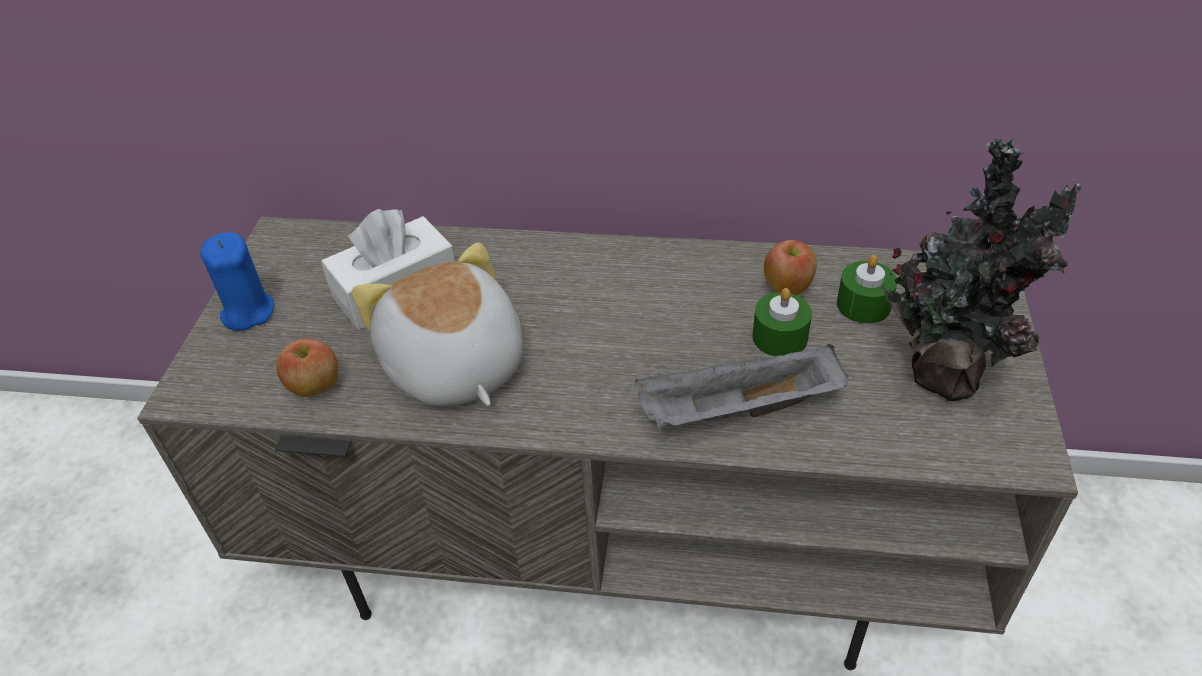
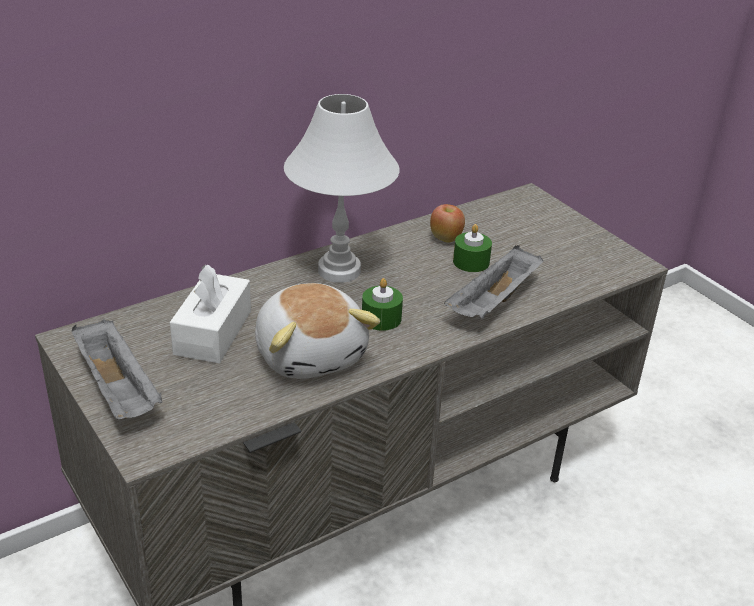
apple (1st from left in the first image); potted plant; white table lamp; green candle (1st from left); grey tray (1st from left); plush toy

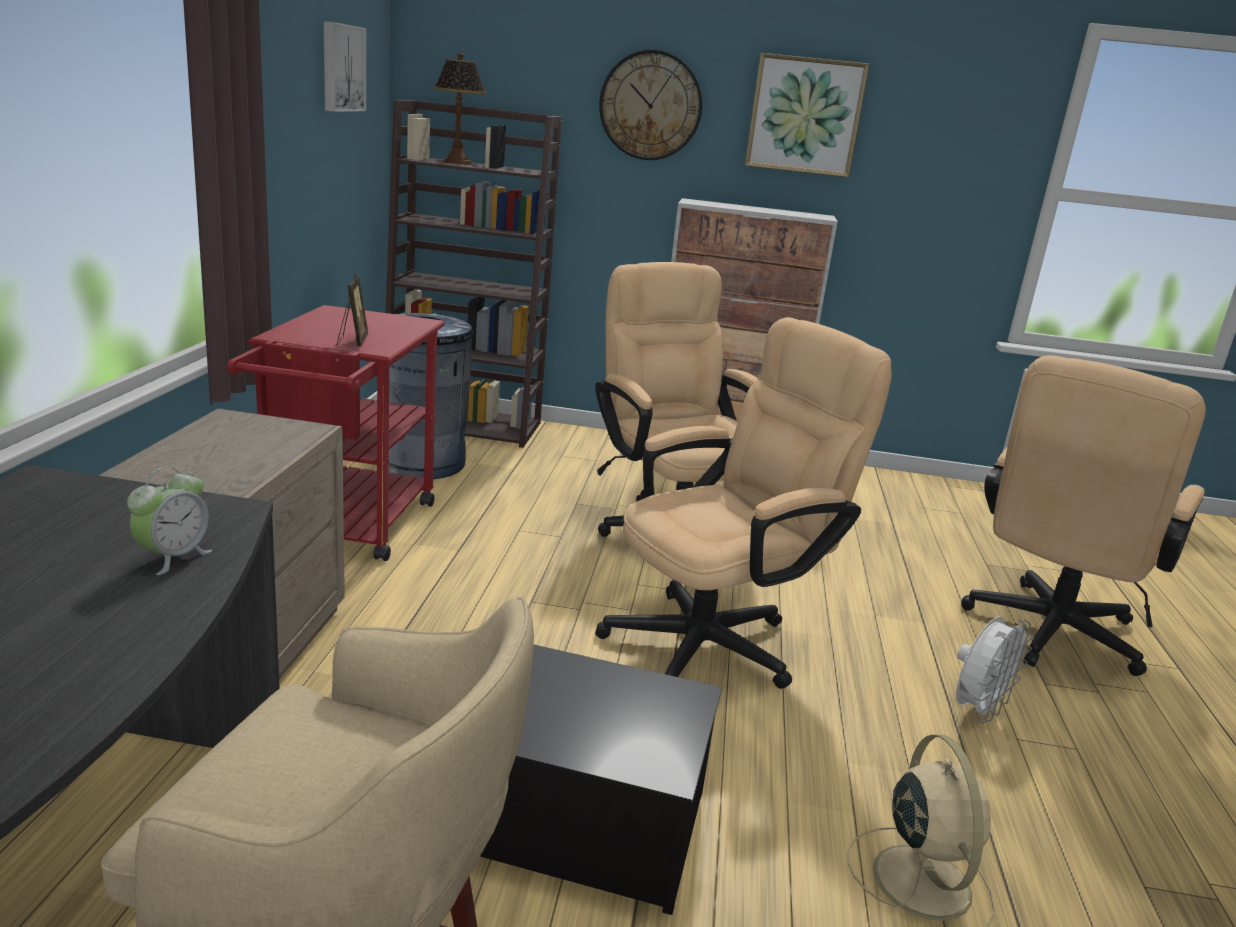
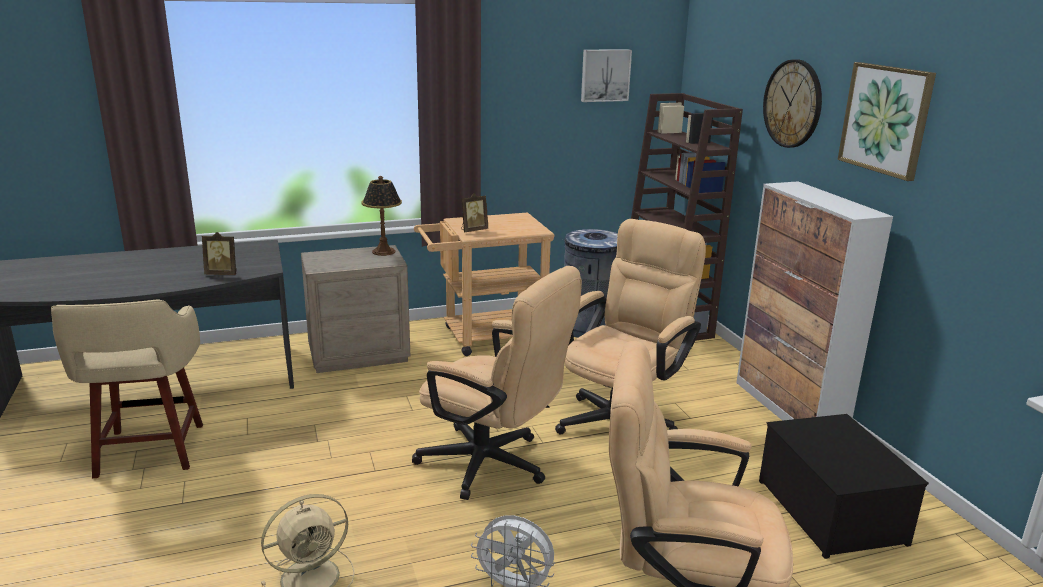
table lamp; storage box; picture frame (1st from left); beige cart

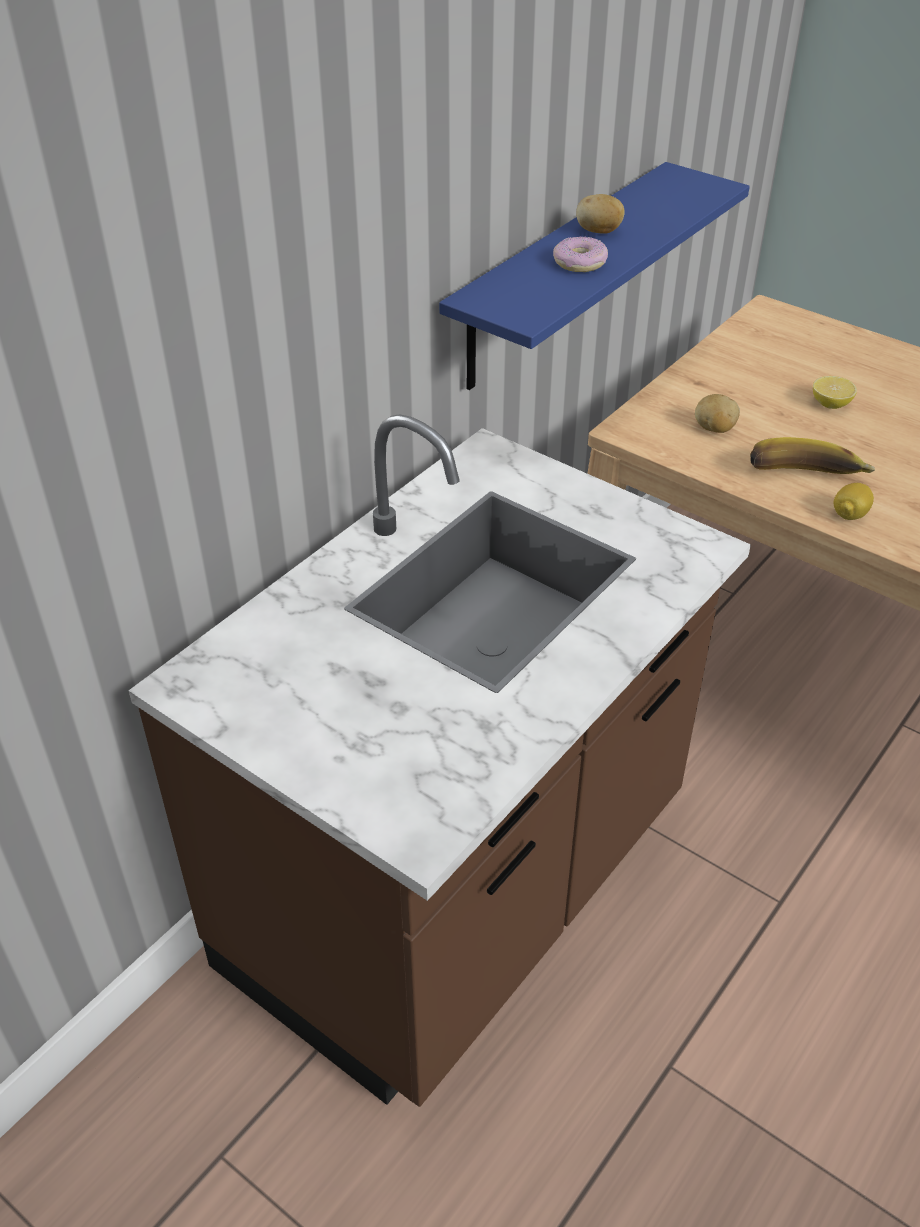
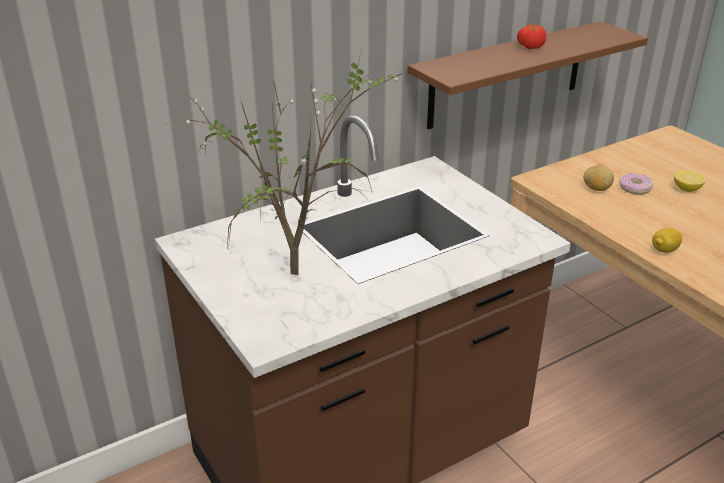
banana; potted plant; donut; tomato; brown shelf

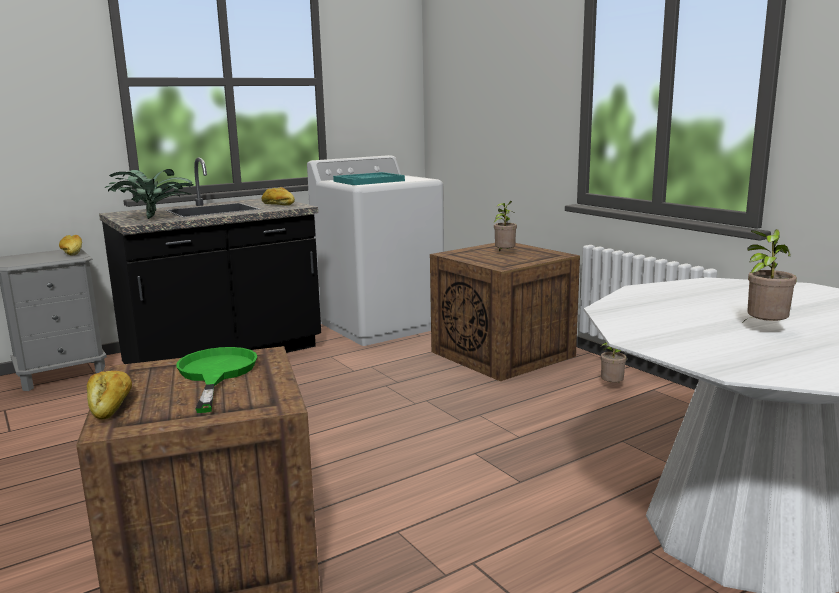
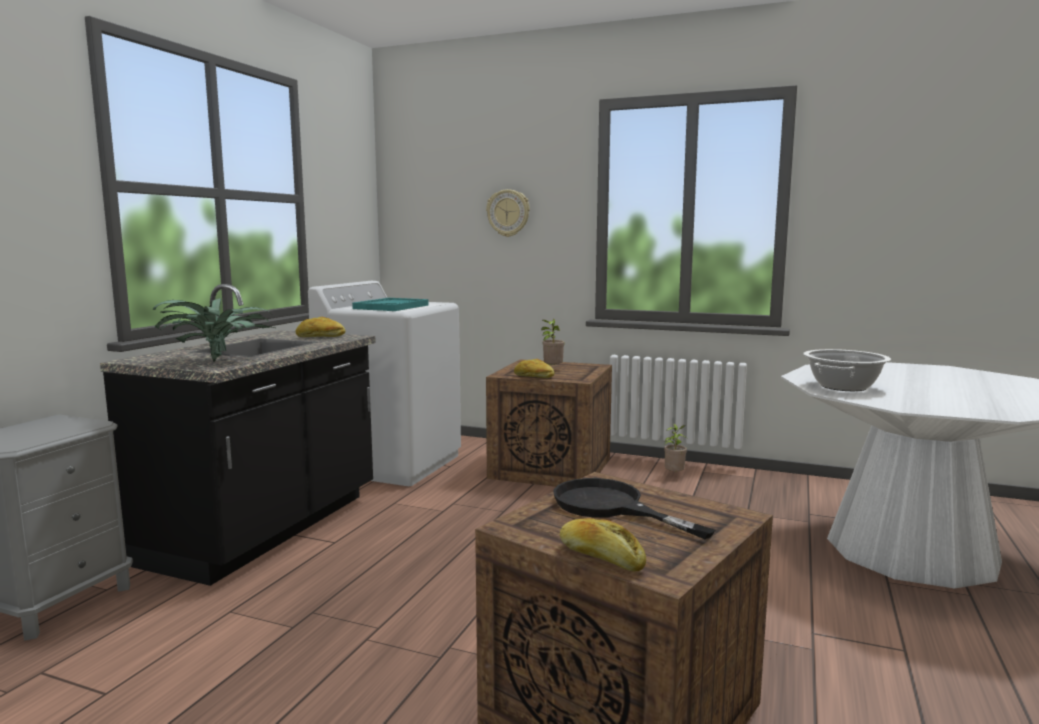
potted plant (4th from left in the first image); wall clock; cooking pot; bread (2nd from left); black frying pan

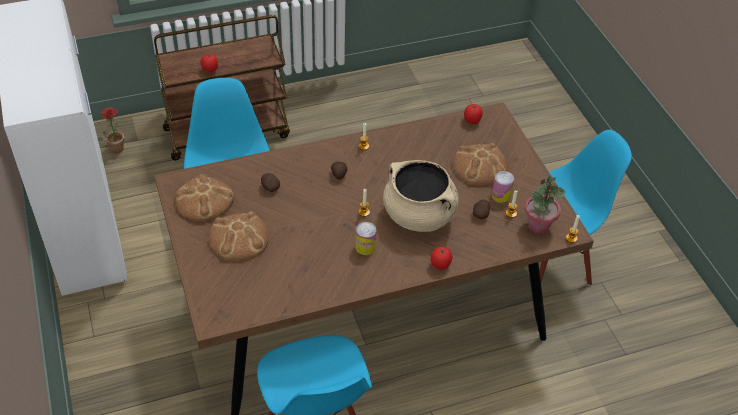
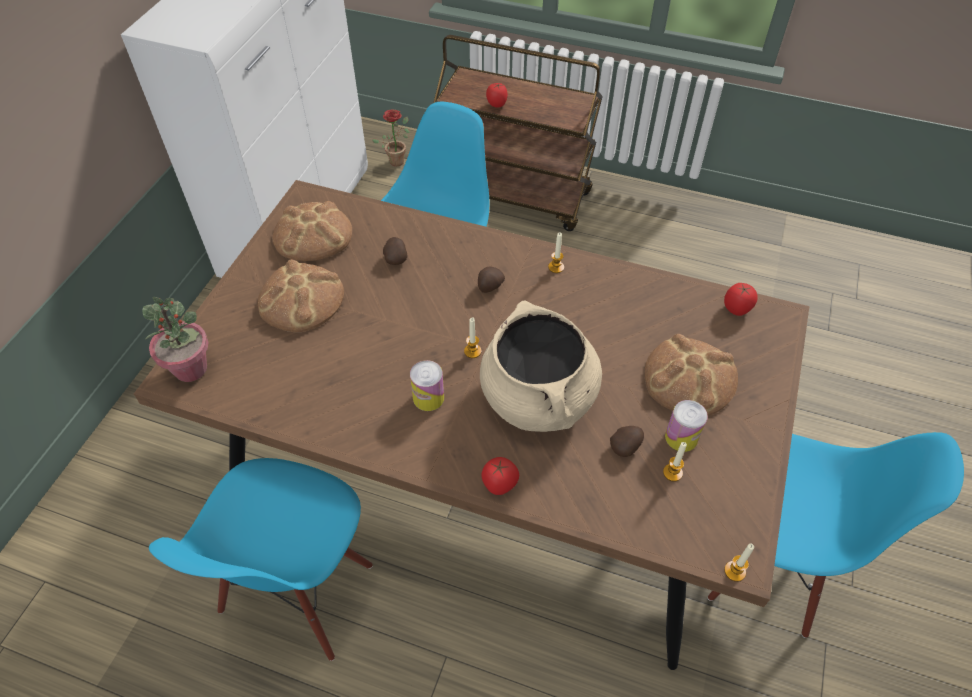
potted plant (1st from left)

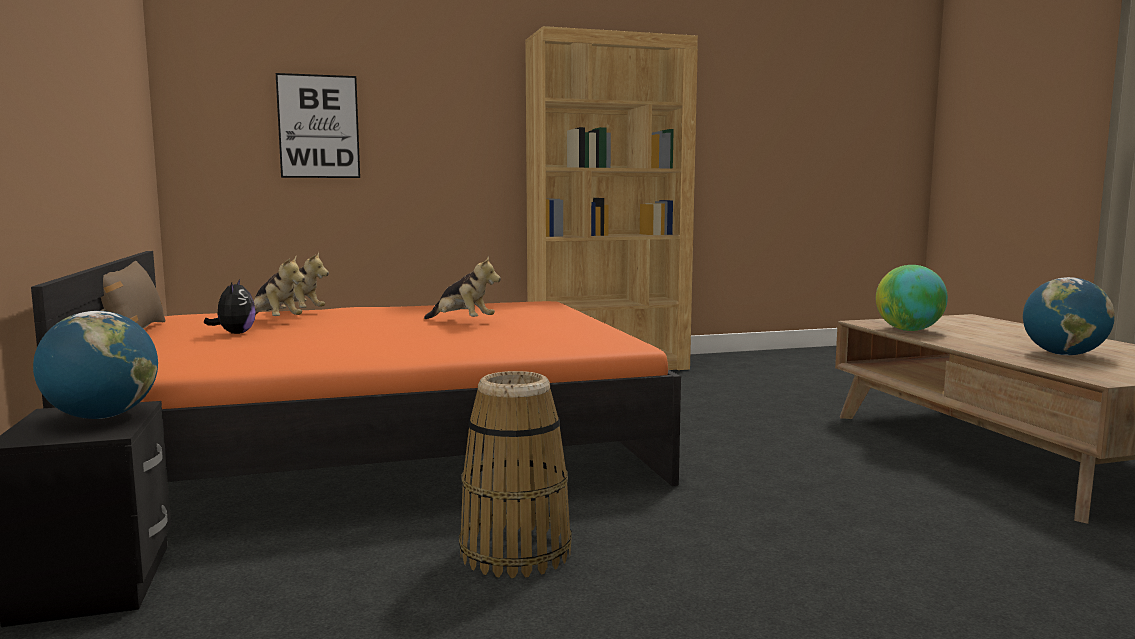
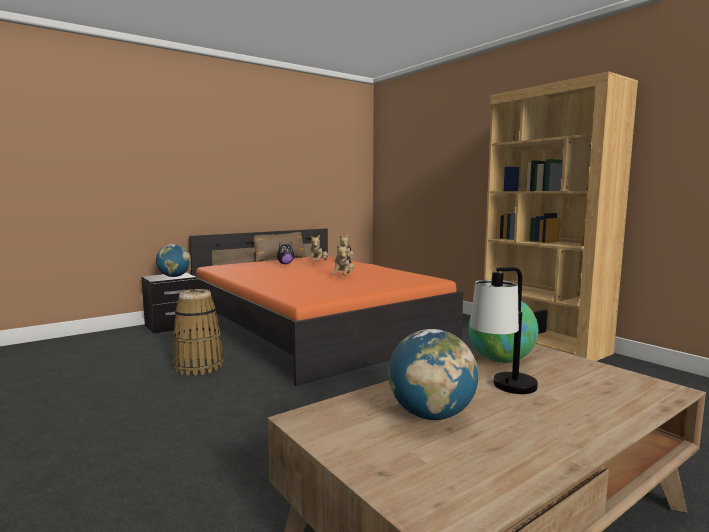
picture; table lamp

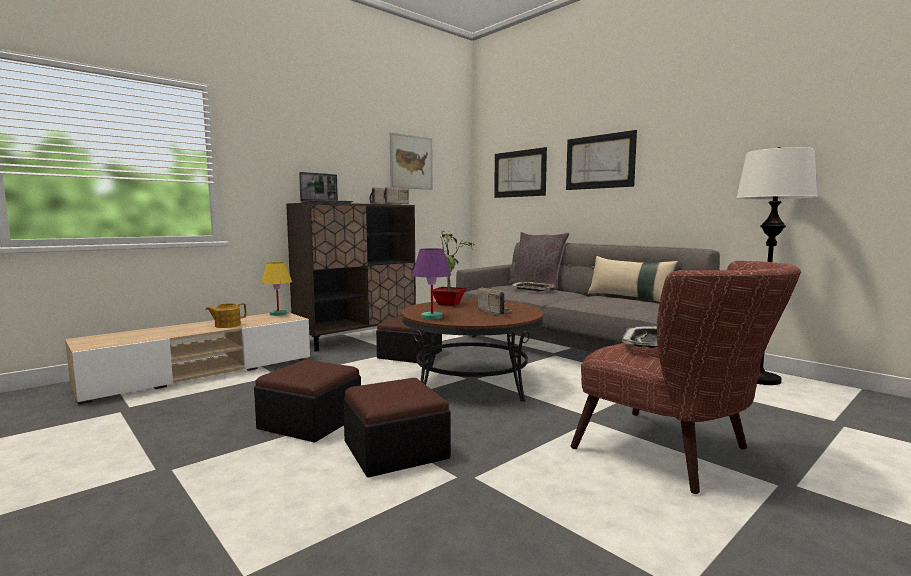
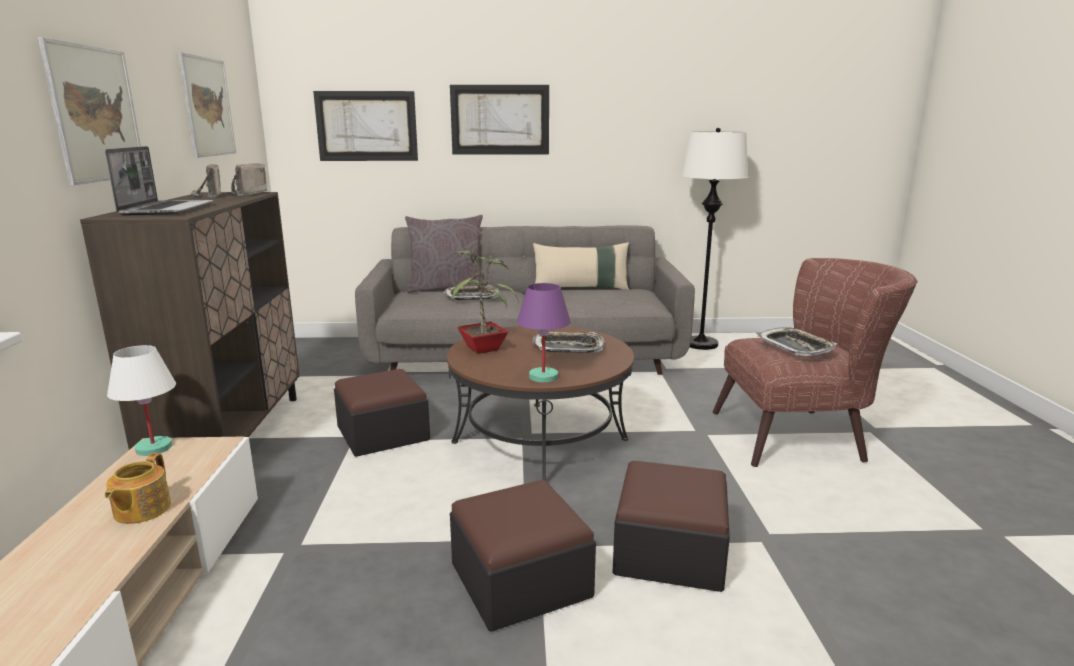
picture (1st from left); tray (2nd from left); white table lamp

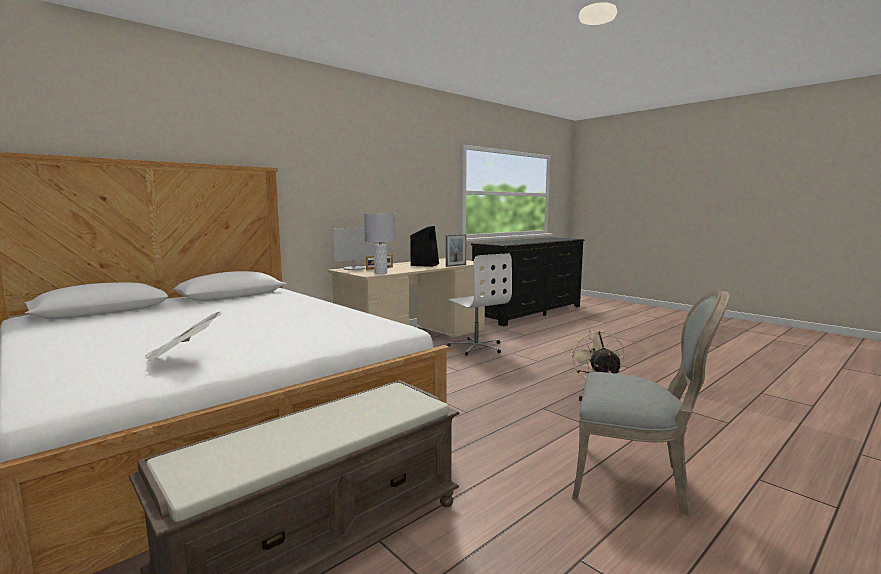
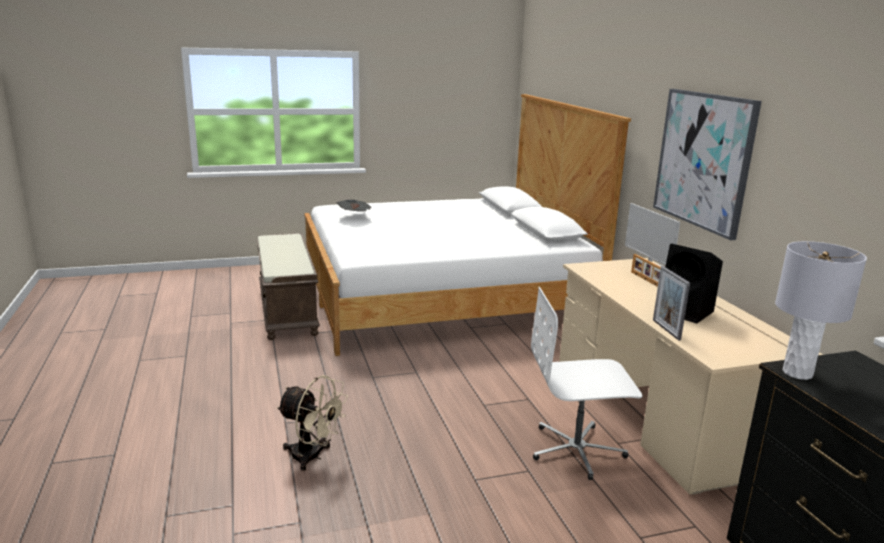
grey chair; picture; grey table lamp

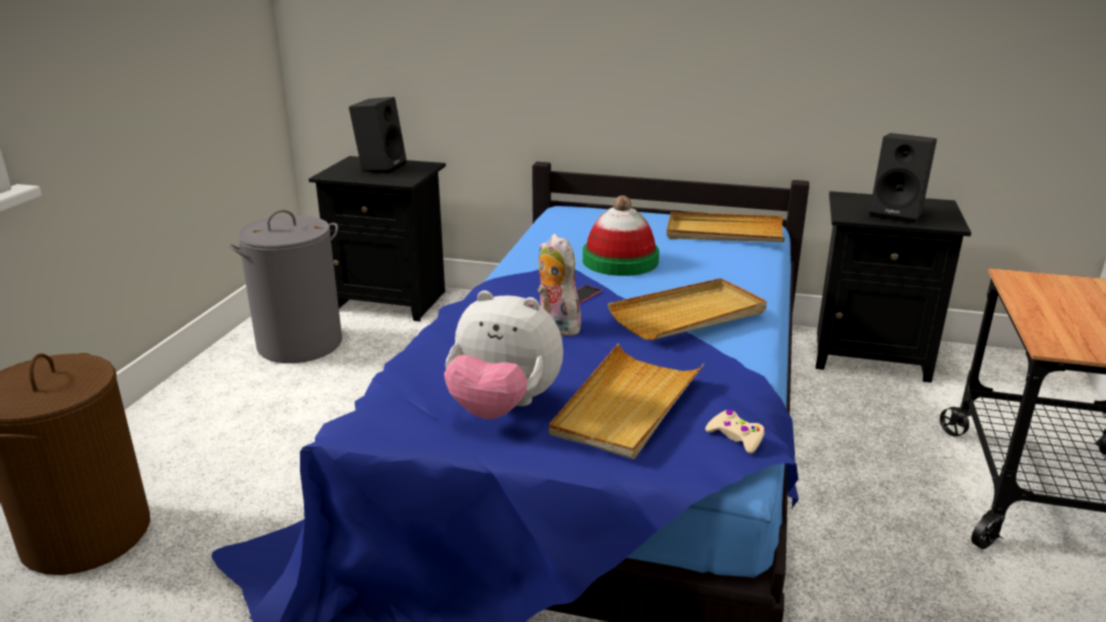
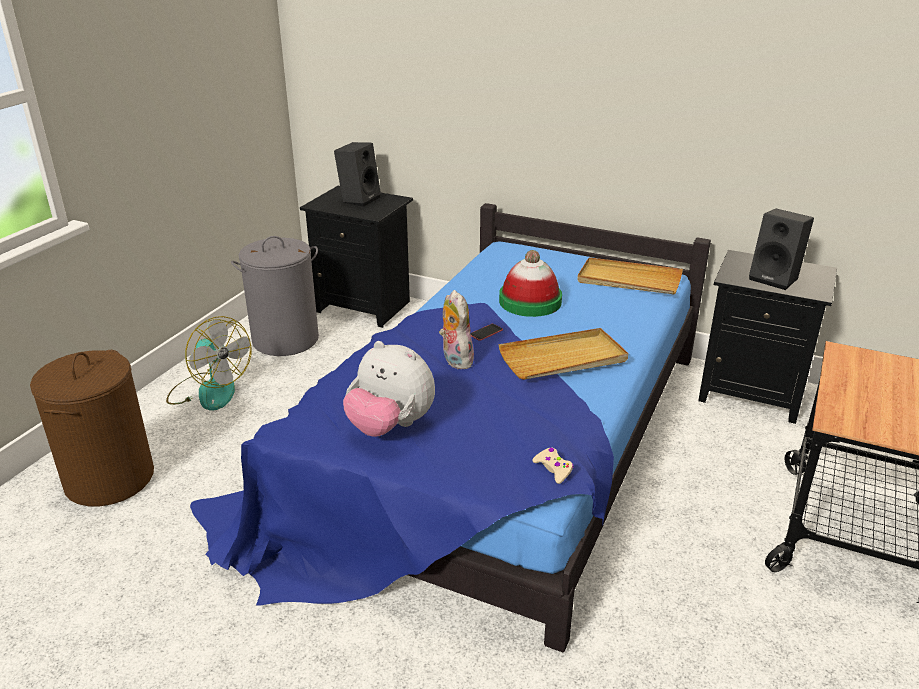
beige tray (1st from left in the first image); fan

